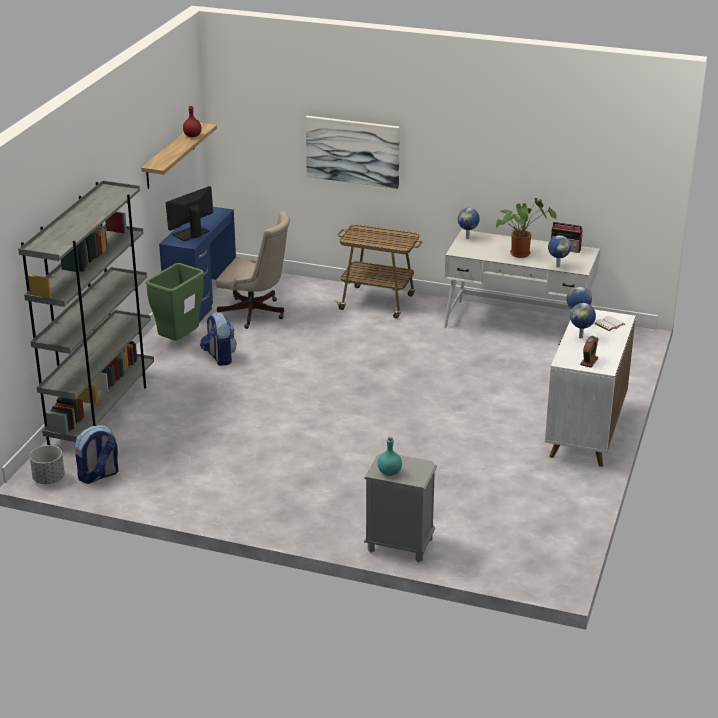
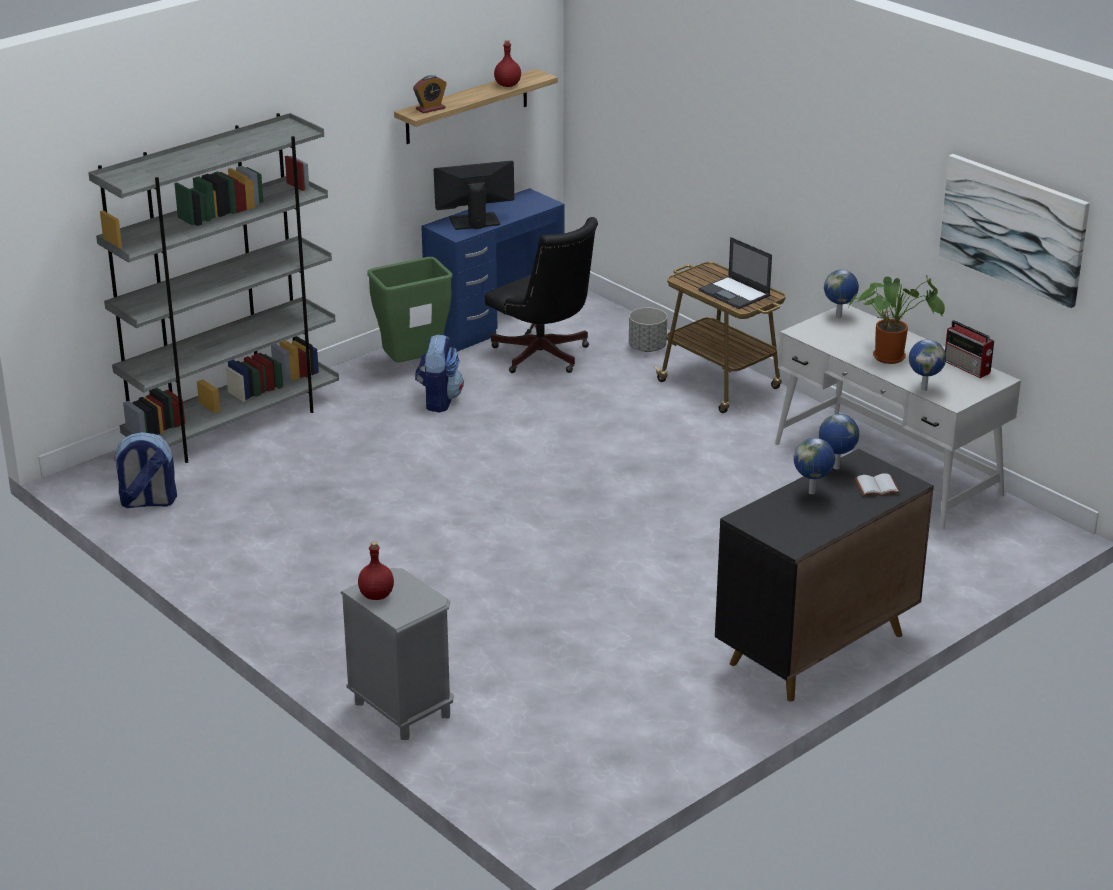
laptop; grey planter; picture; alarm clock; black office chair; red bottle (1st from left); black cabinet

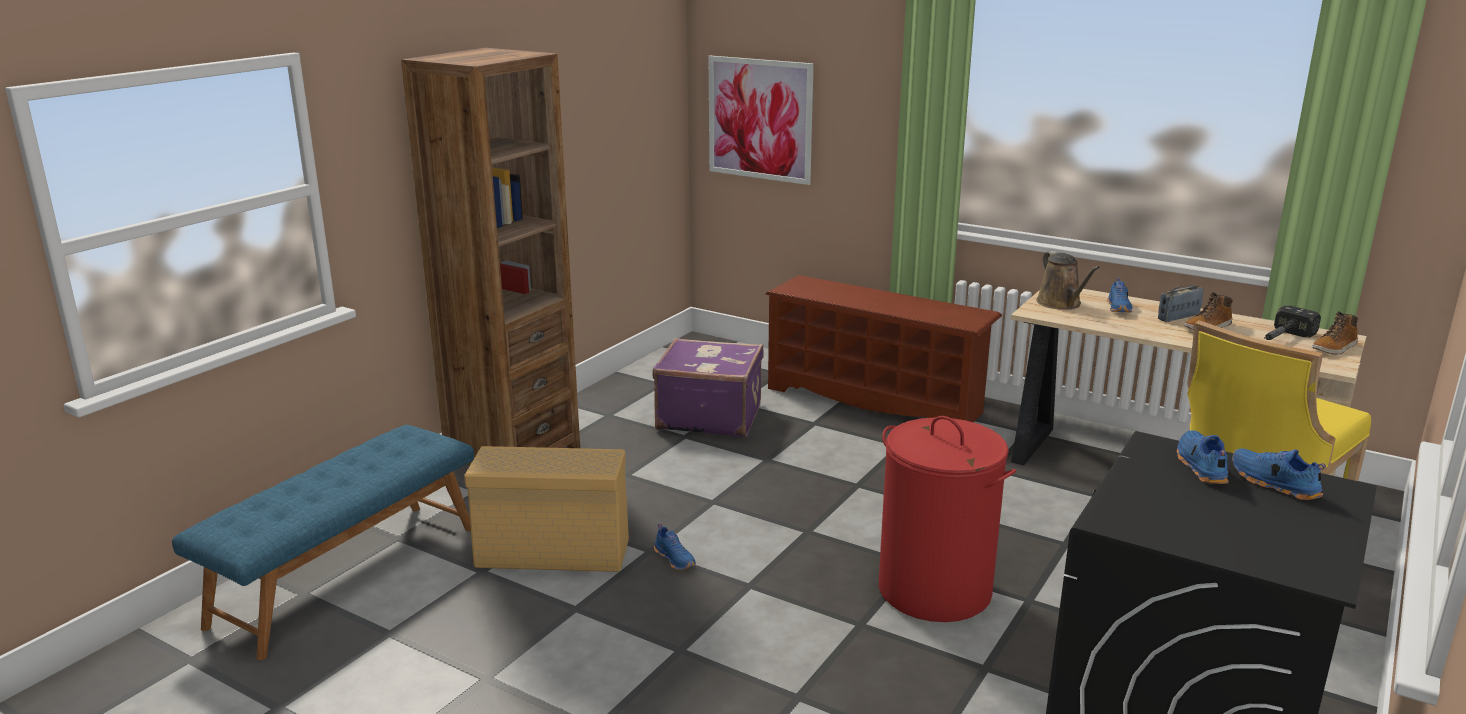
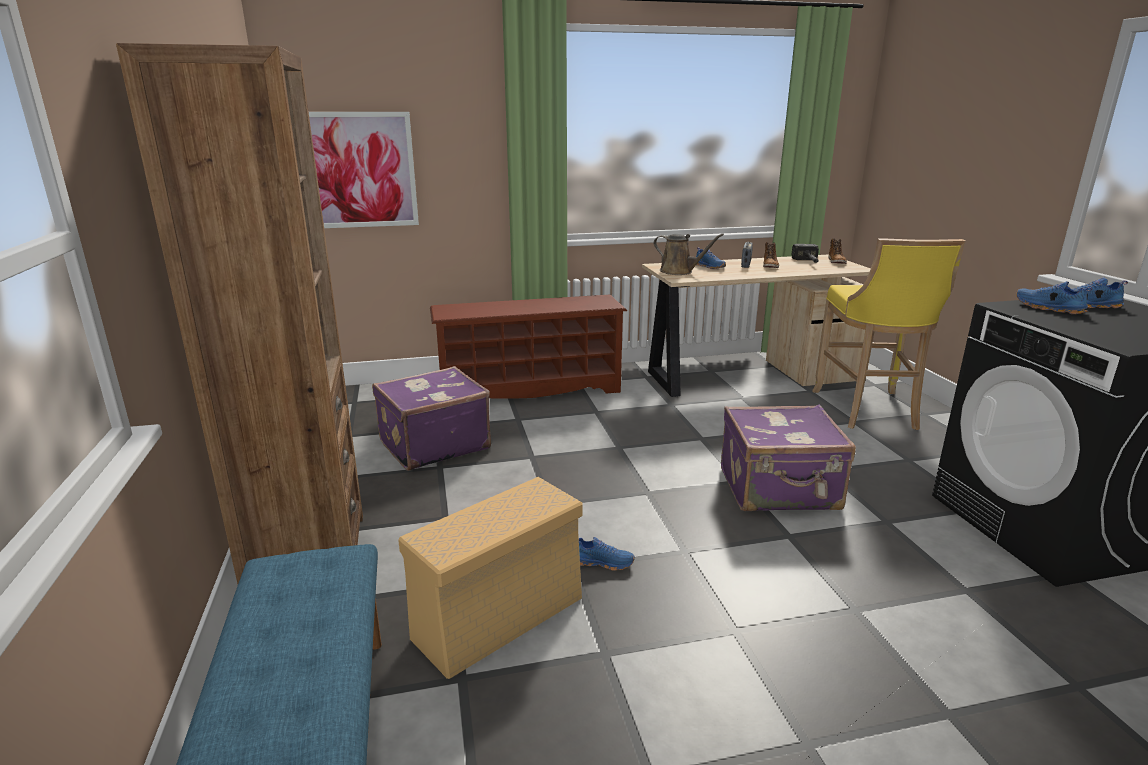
purple suitcase (2nd from left)

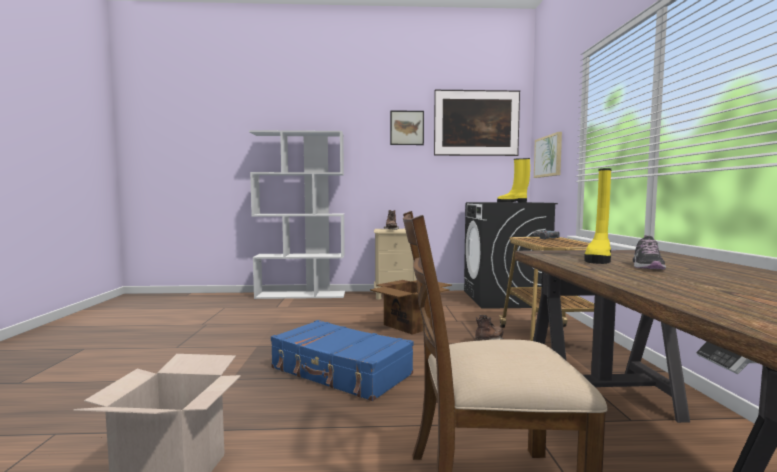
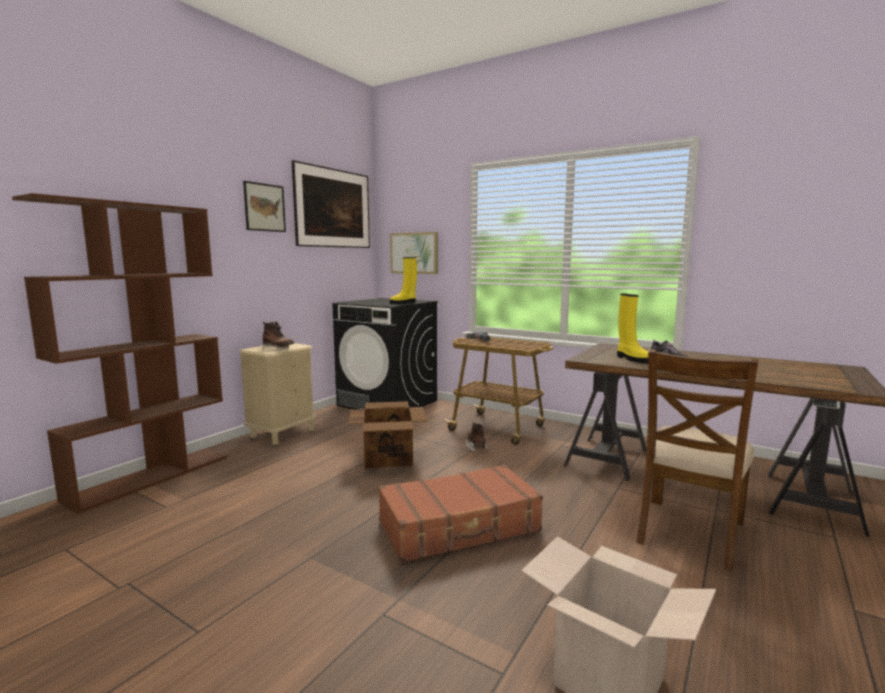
brown bookcase; brown suitcase

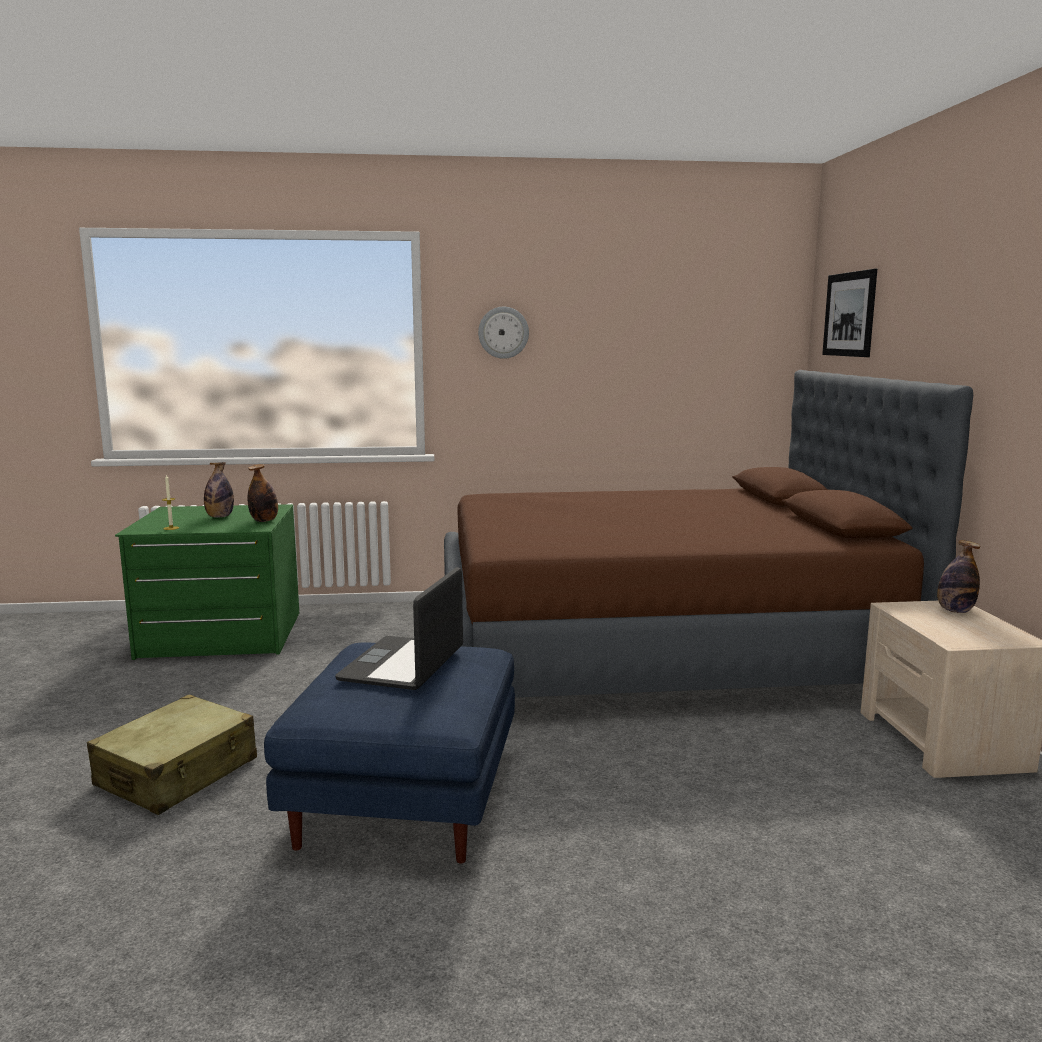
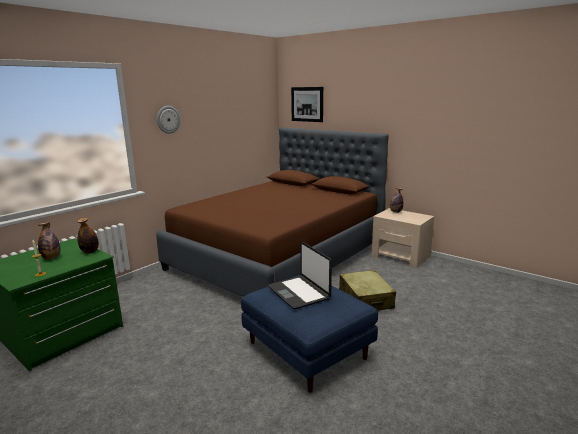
beige suitcase

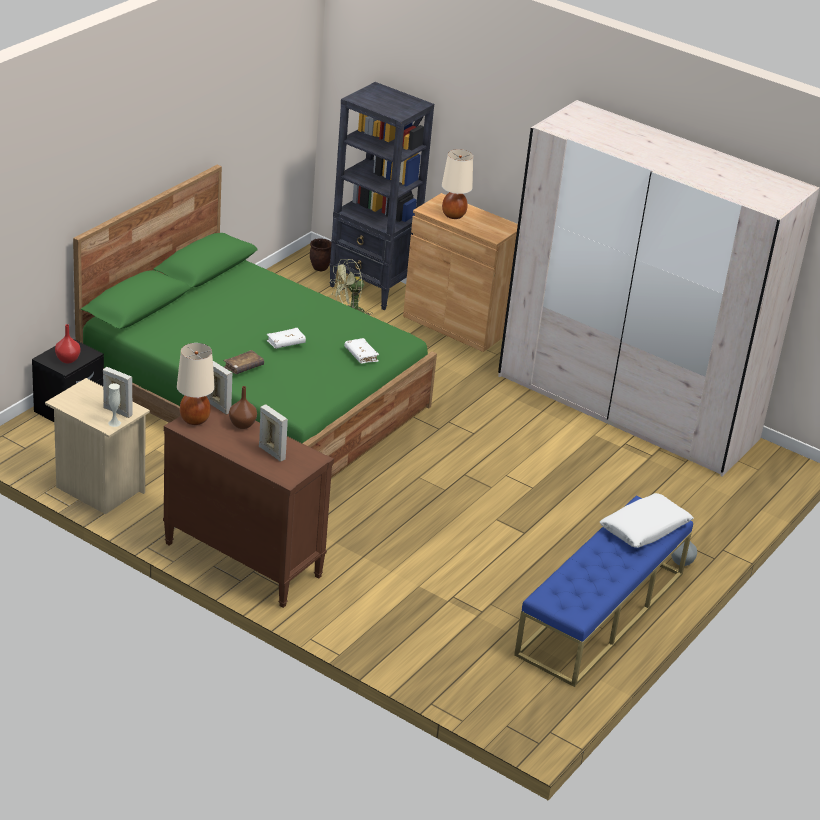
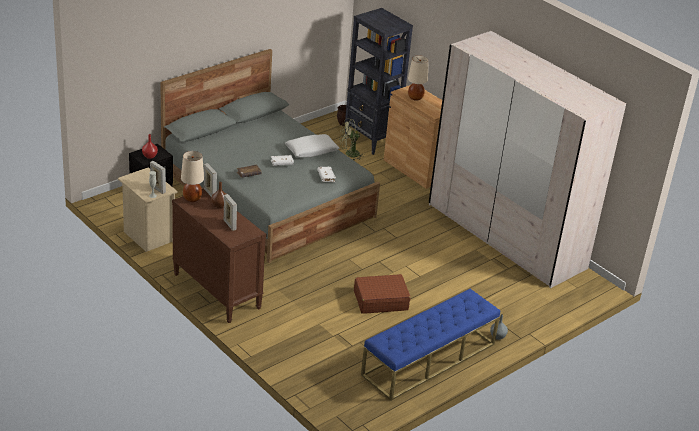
brown suitcase; white pillow; grey bed

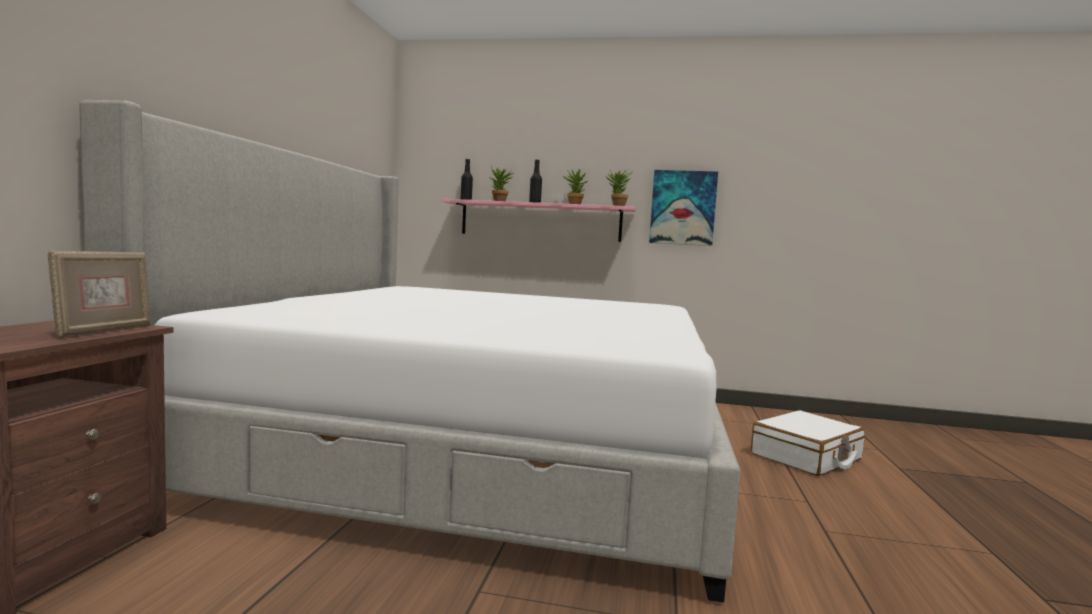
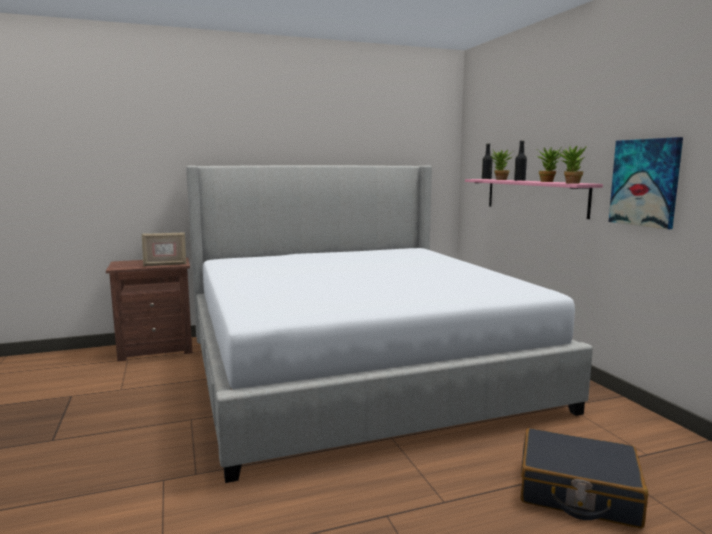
black suitcase

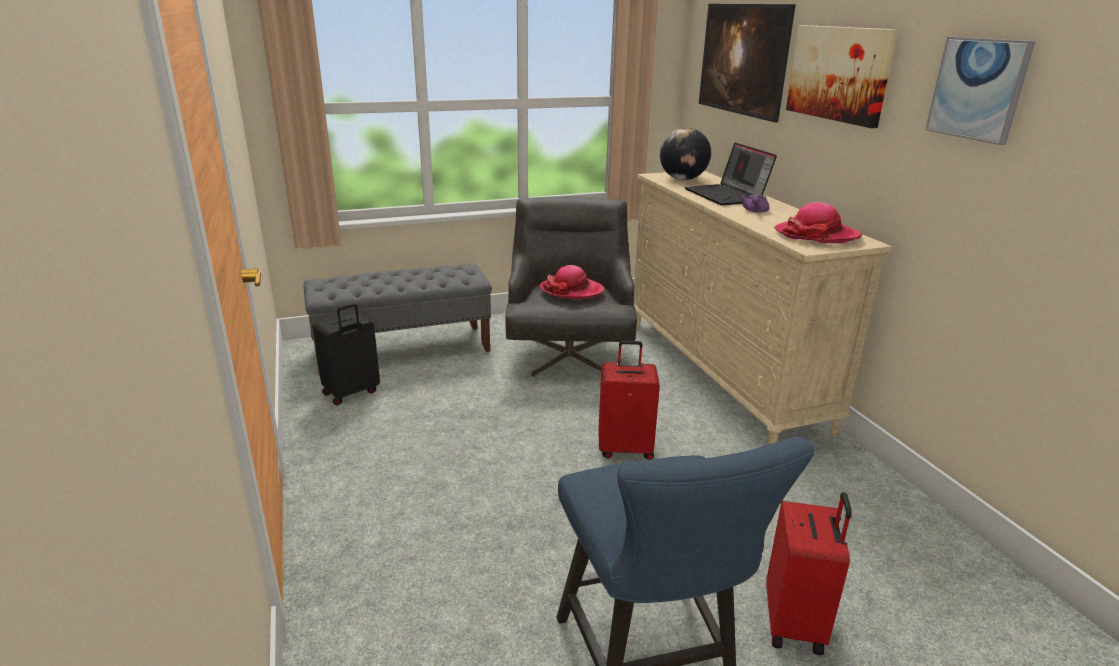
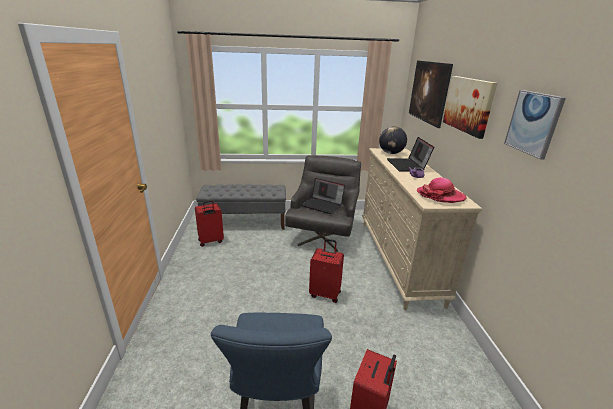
laptop (1st from left); red suitcase (1st from left)

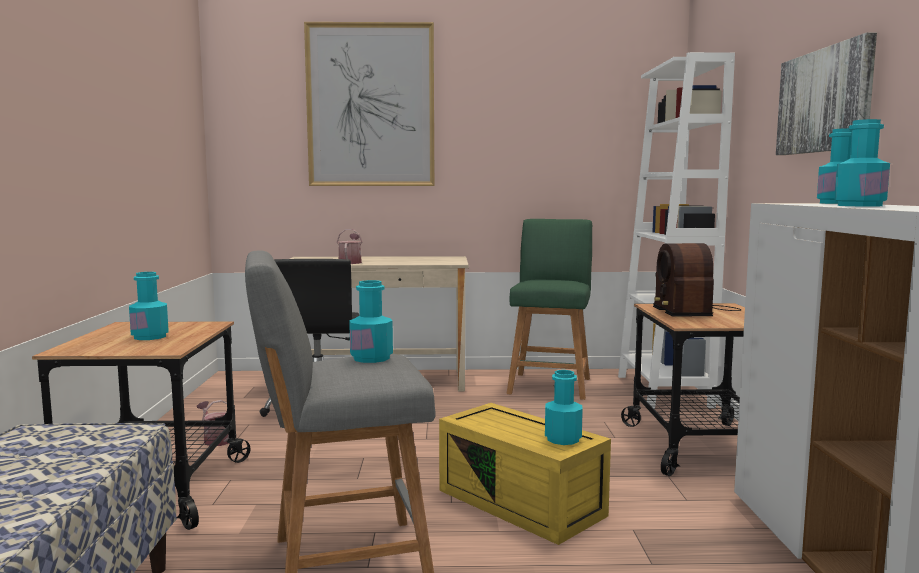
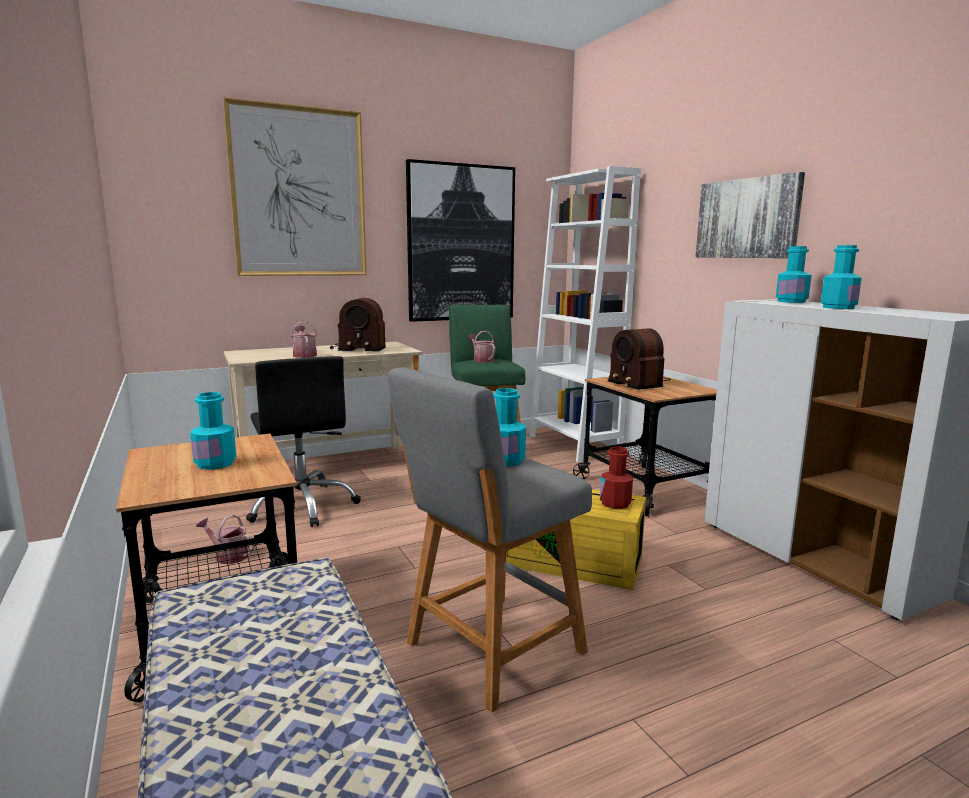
radio (1st from left); picture (2nd from left); watering can (3rd from left); red bottle

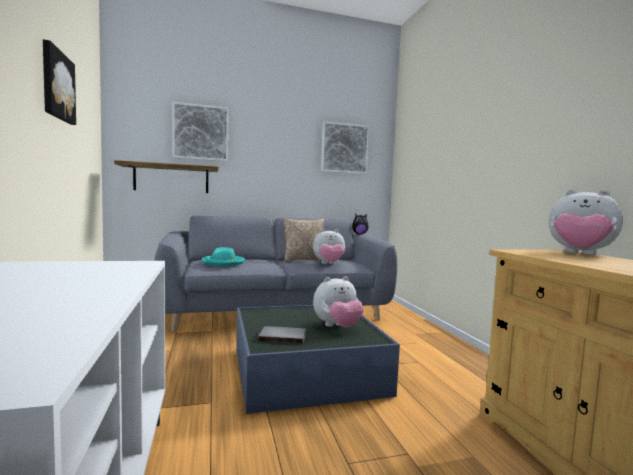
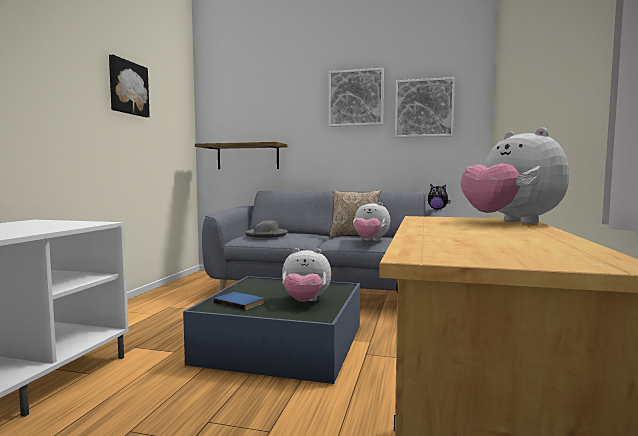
picture (2nd from left); grey hat; blue book

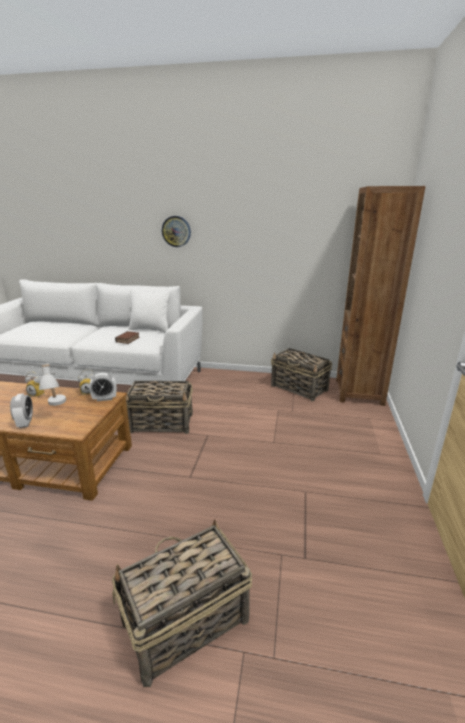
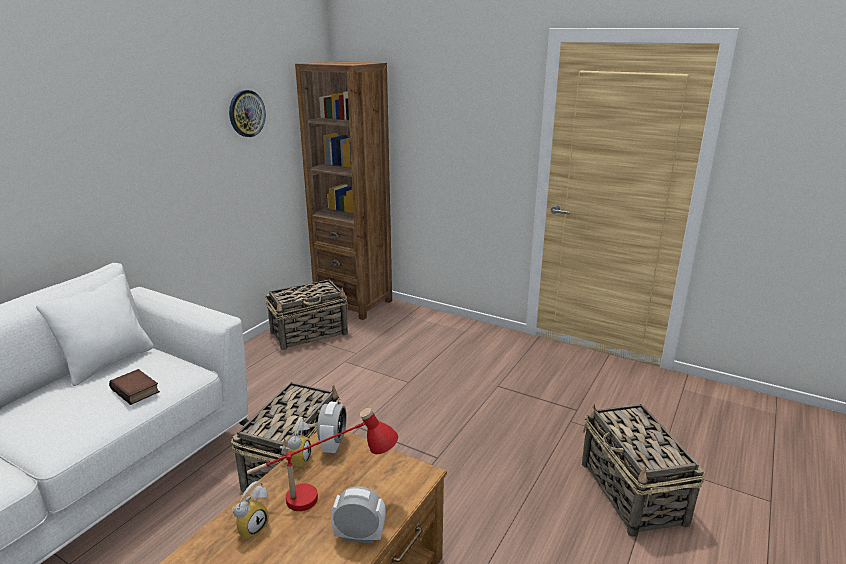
wall clock; red table lamp

